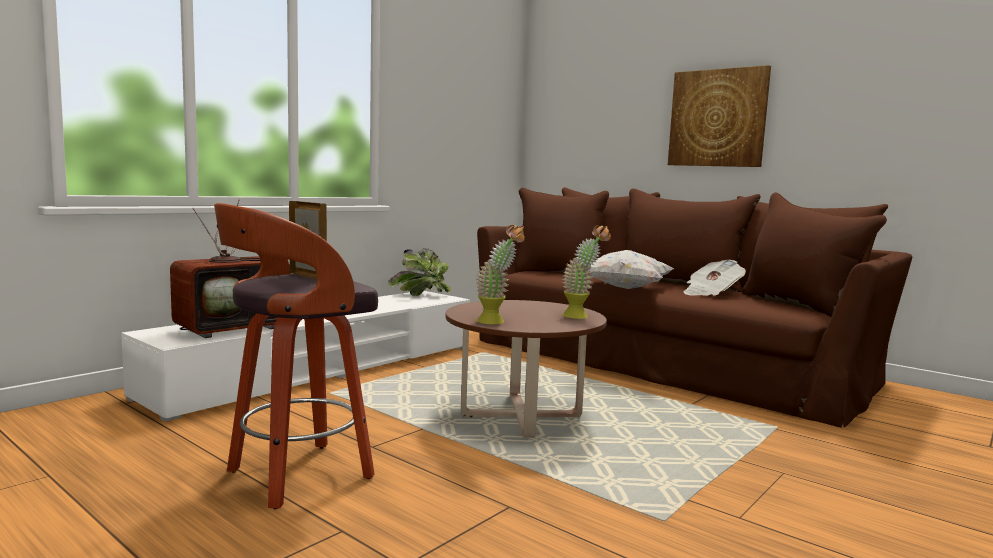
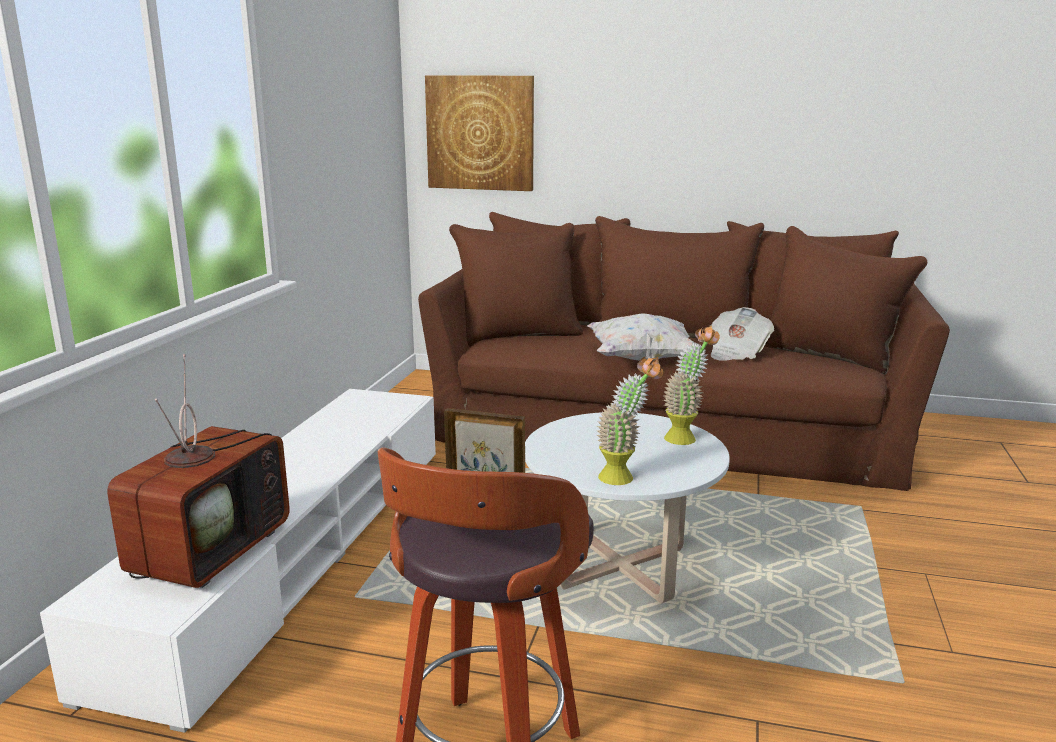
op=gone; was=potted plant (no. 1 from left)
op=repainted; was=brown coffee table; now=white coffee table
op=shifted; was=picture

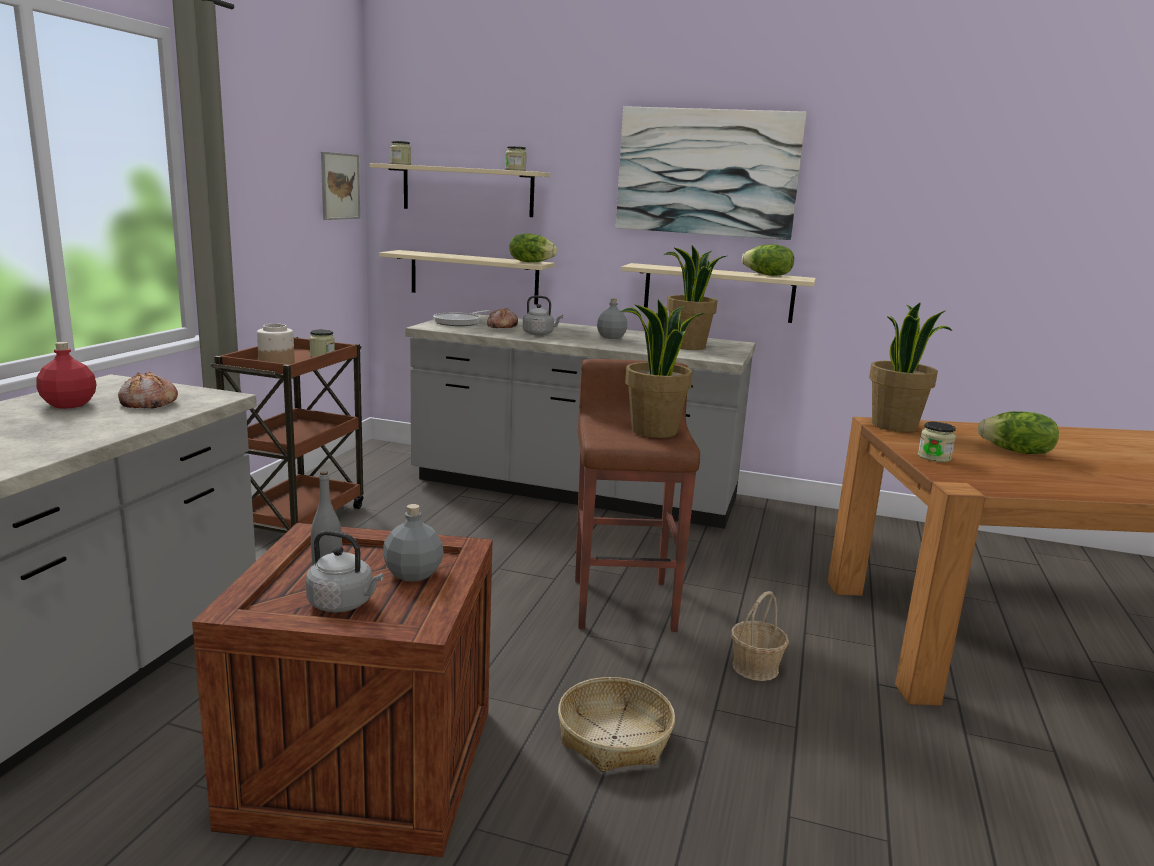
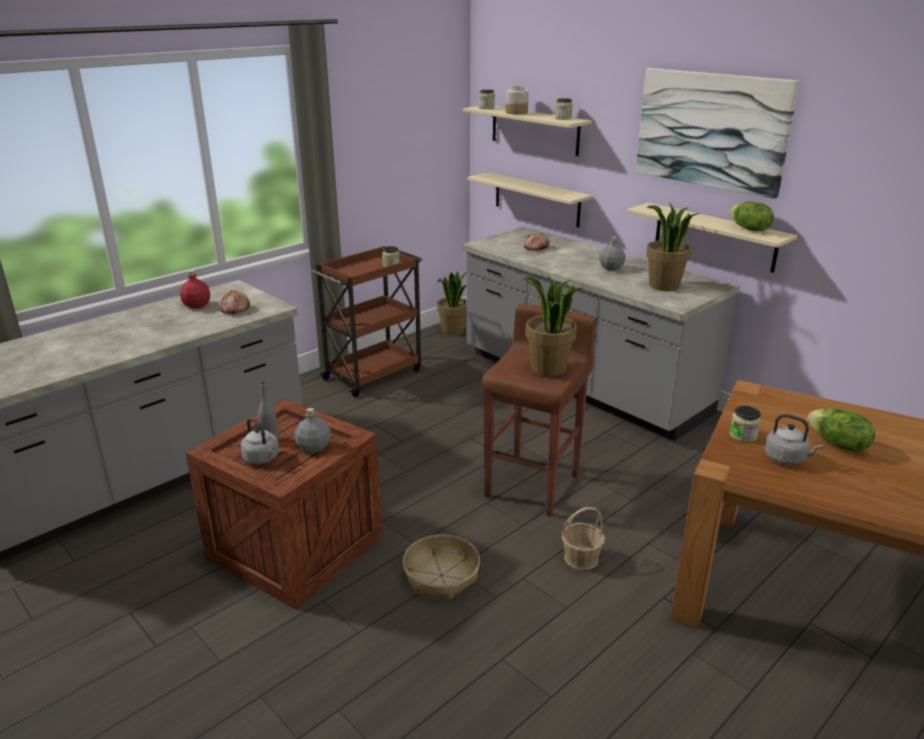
op=shifted; was=jar (no. 1 from left in the first image); now=jar (no. 3 from left)
op=gone; was=picture (no. 1 from left)
op=gone; was=frying pan
op=gone; was=lettuce (no. 1 from left)
op=shifted; was=grey kettle (no. 2 from left)
op=shifted; was=potted plant (no. 3 from left in the first image); now=potted plant (no. 1 from left)

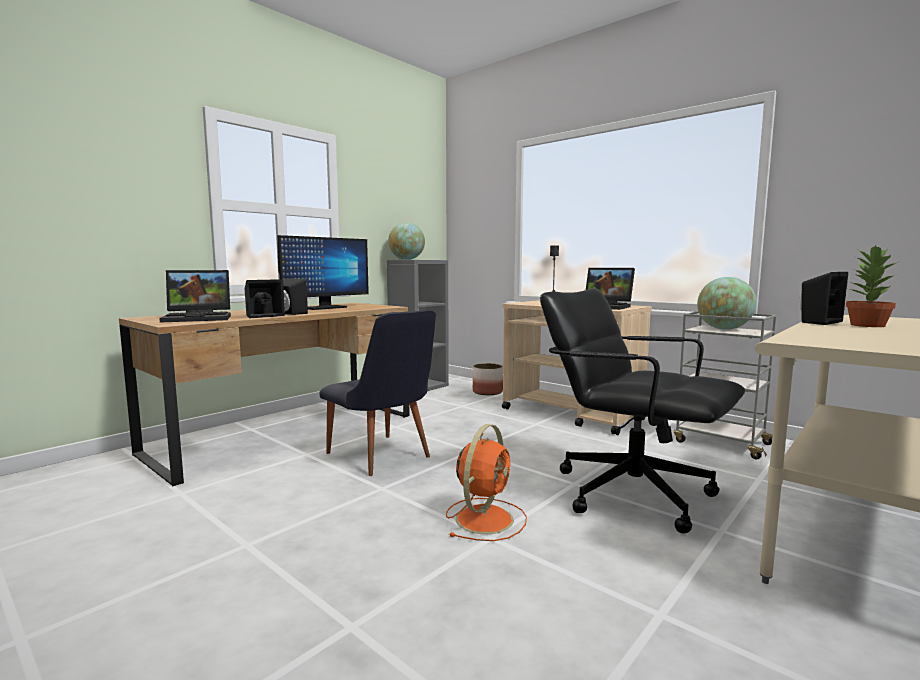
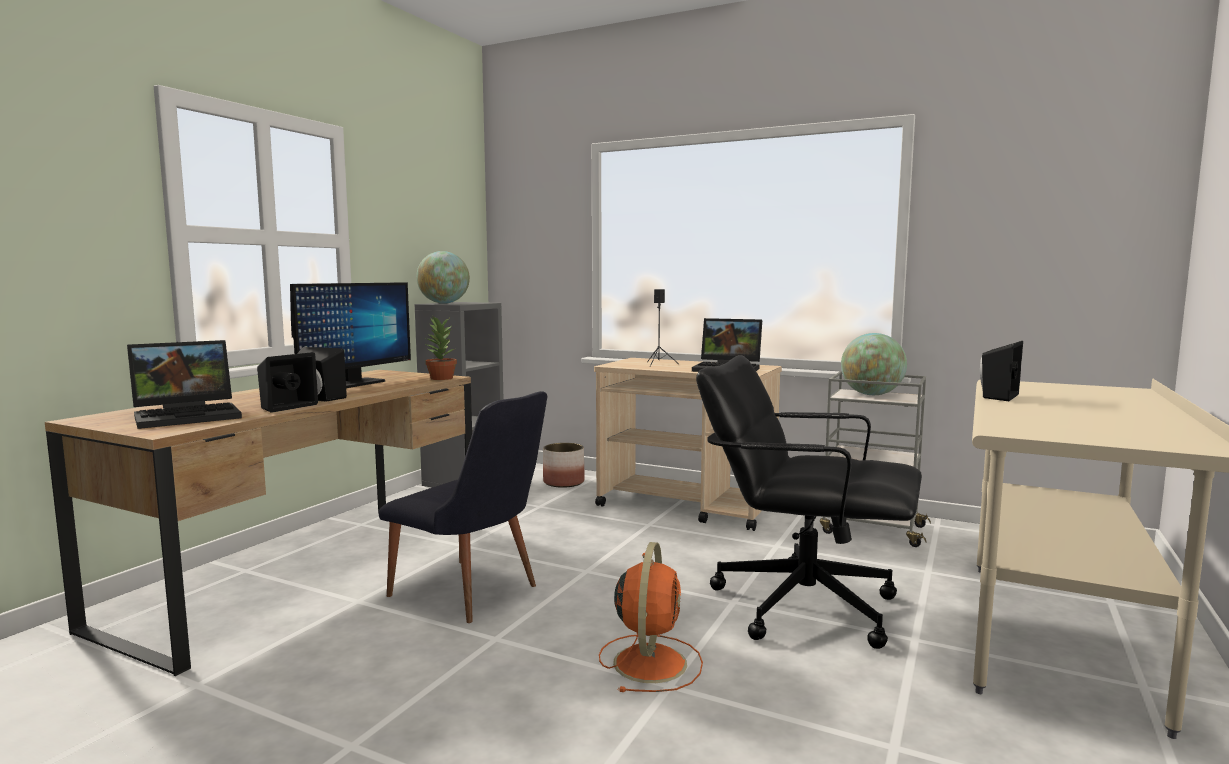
op=shifted; was=potted plant

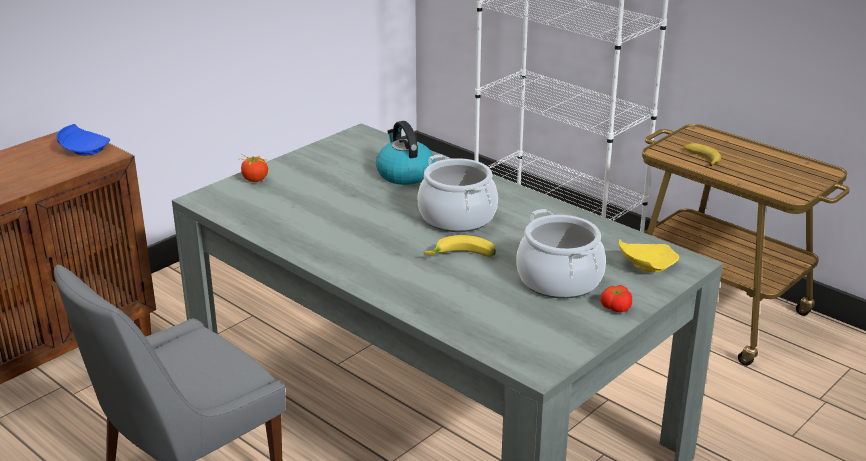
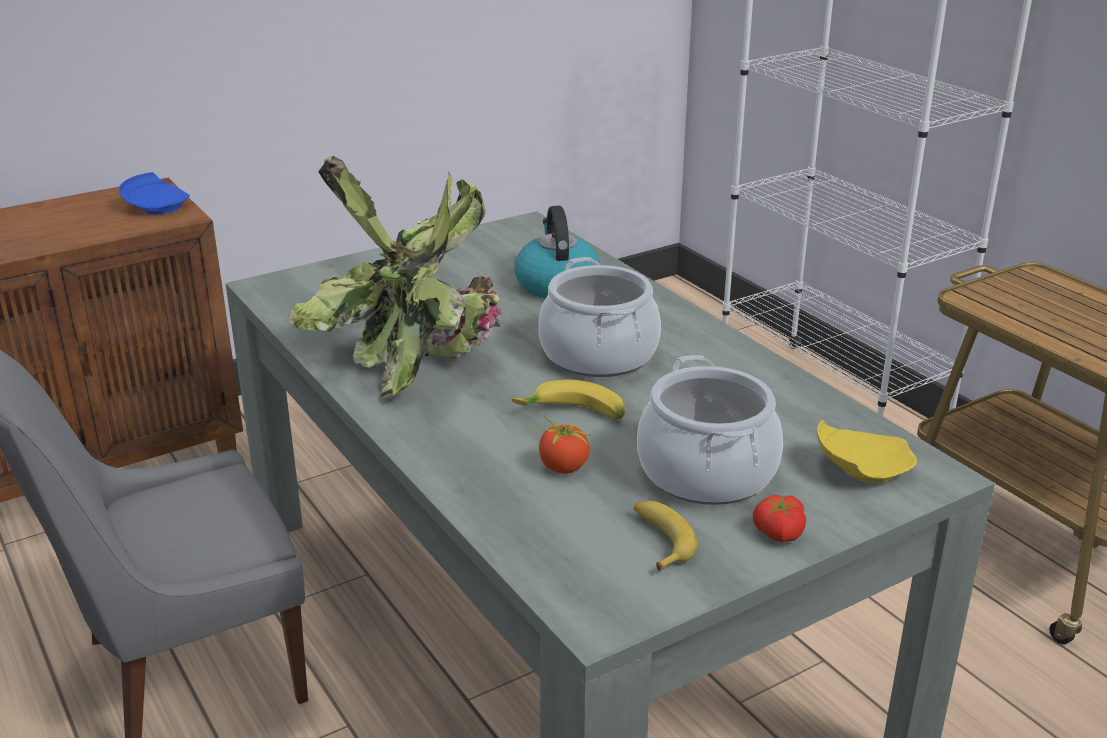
op=shifted; was=tomato (no. 1 from left)
op=shifted; was=banana (no. 2 from left)
op=new; now=potted plant

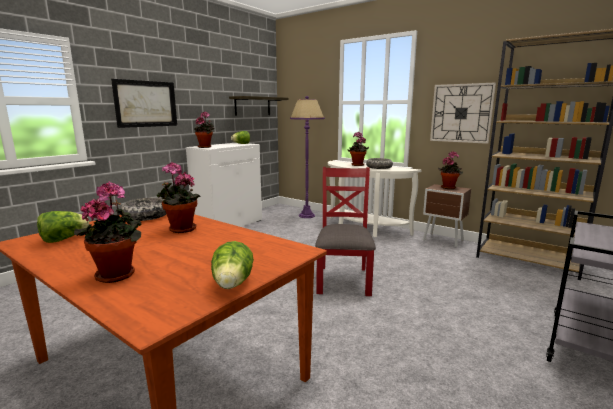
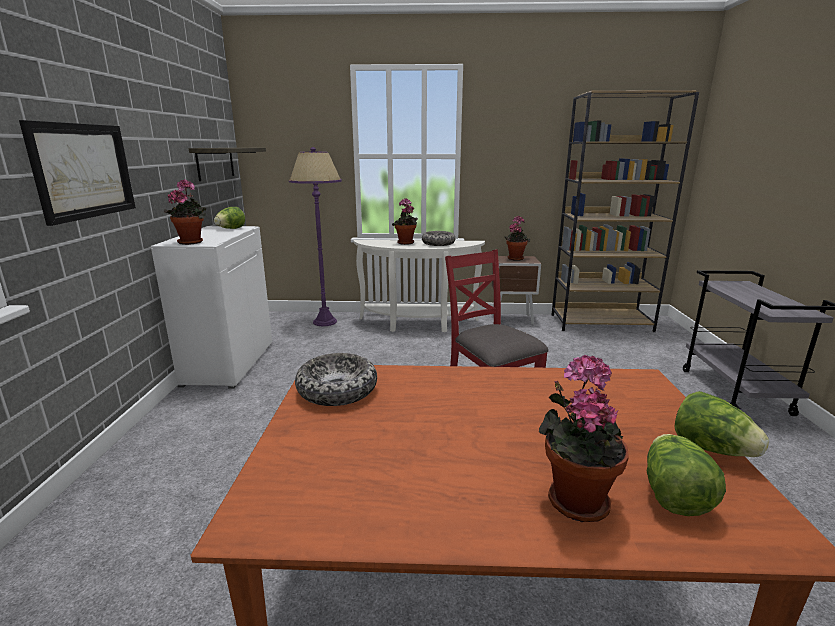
op=shifted; was=lettuce (no. 1 from left in the first image); now=lettuce (no. 2 from left)
op=gone; was=potted plant (no. 2 from left)
op=gone; was=wall clock

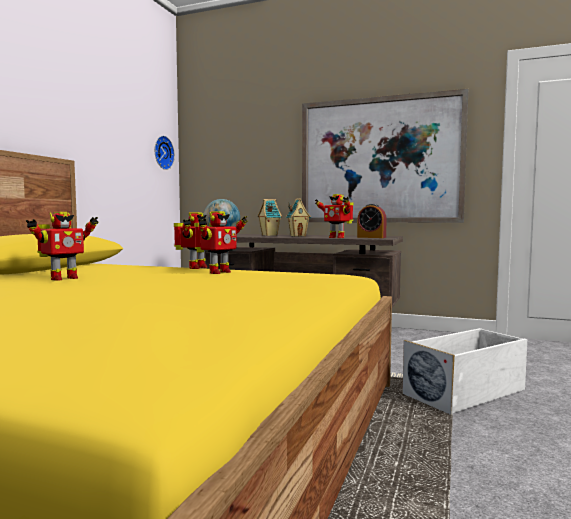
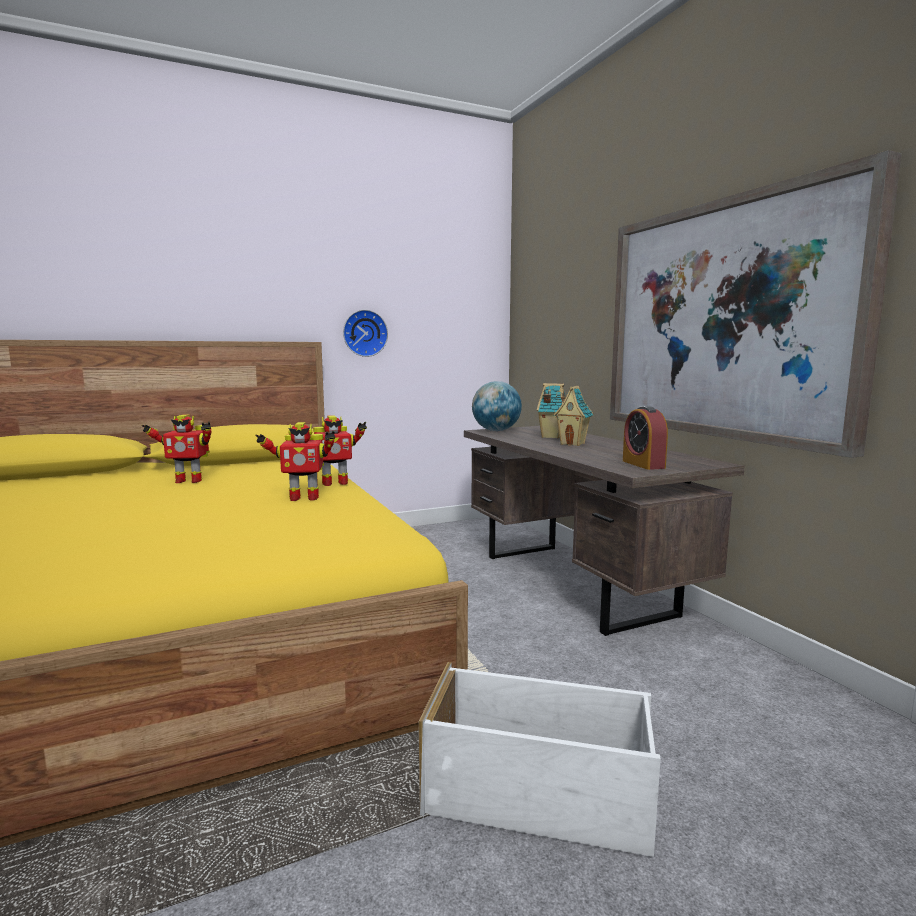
op=shifted; was=wall clock
op=gone; was=toy robot (no. 4 from left)

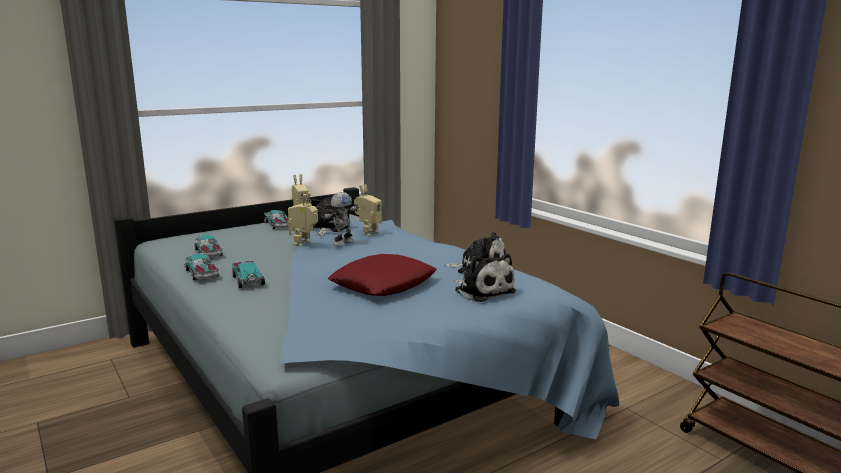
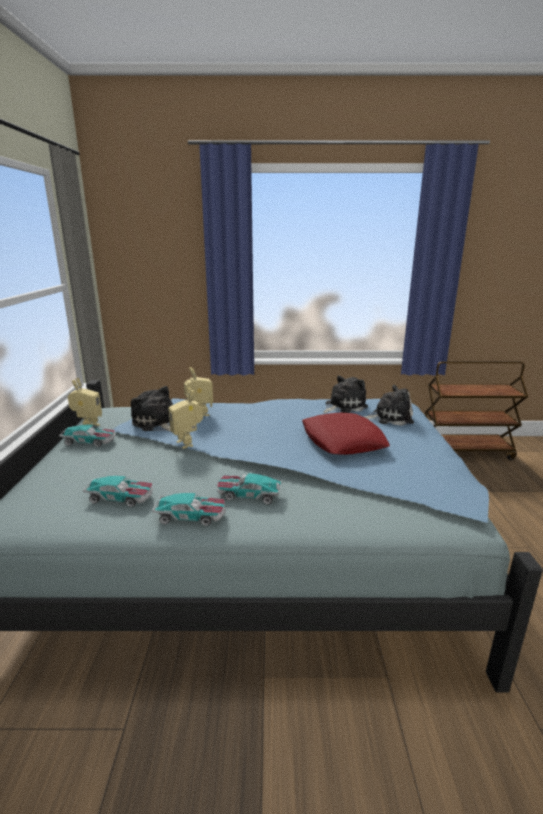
op=gone; was=toy robot (no. 3 from left)

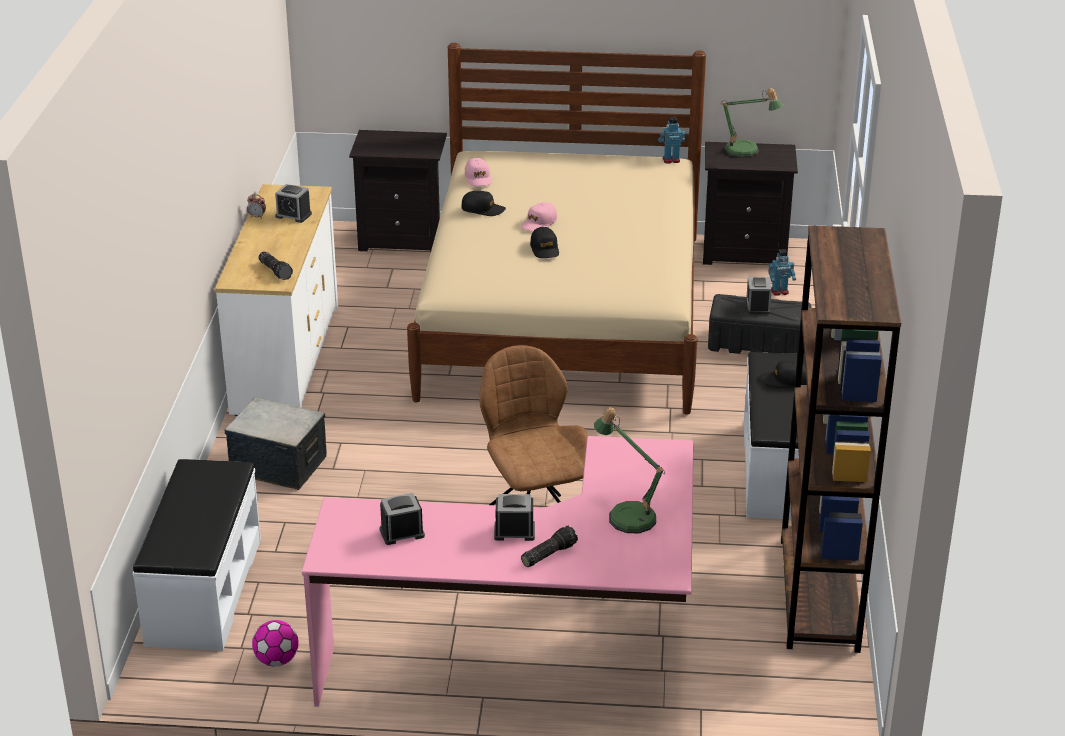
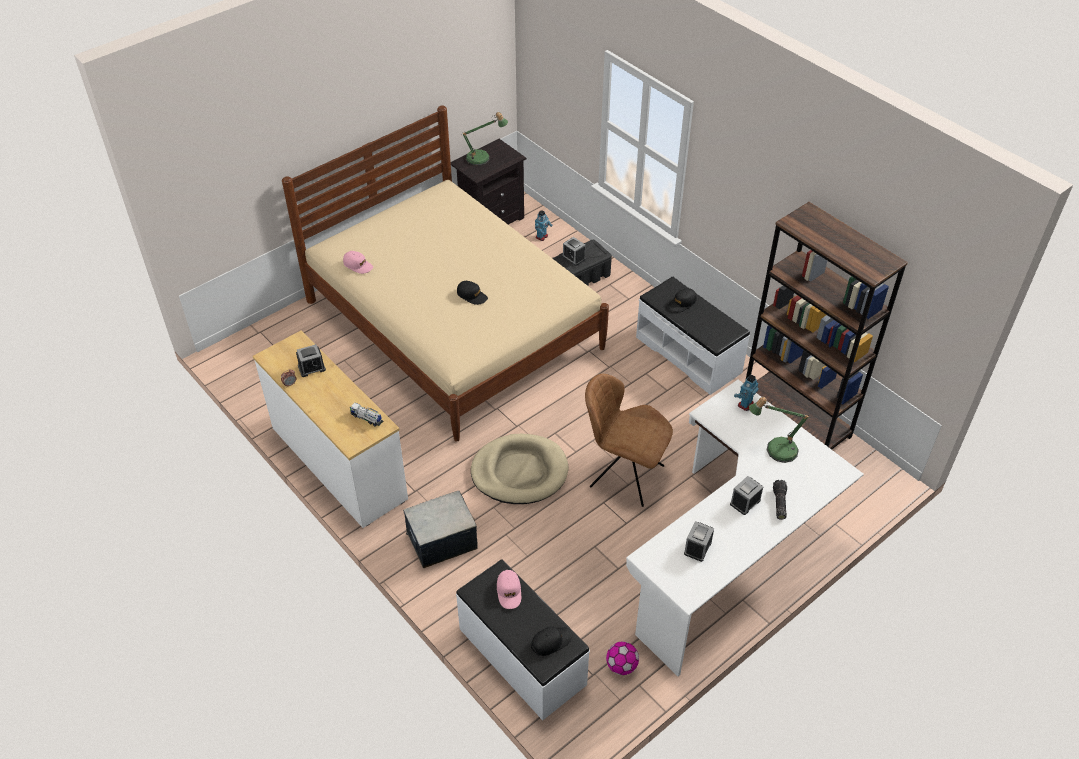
op=swapped; was=flashlight (no. 1 from left); now=toy truck
op=repainted; was=pink desk; now=white desk
op=gone; was=black nightstand (no. 1 from left)
op=shifted; was=black cap (no. 1 from left in the first image); now=black cap (no. 2 from left)
op=shifted; was=pink cap (no. 2 from left)
op=shifted; was=toy robot (no. 1 from left in the first image); now=toy robot (no. 2 from left)
op=new; now=beige dog bed

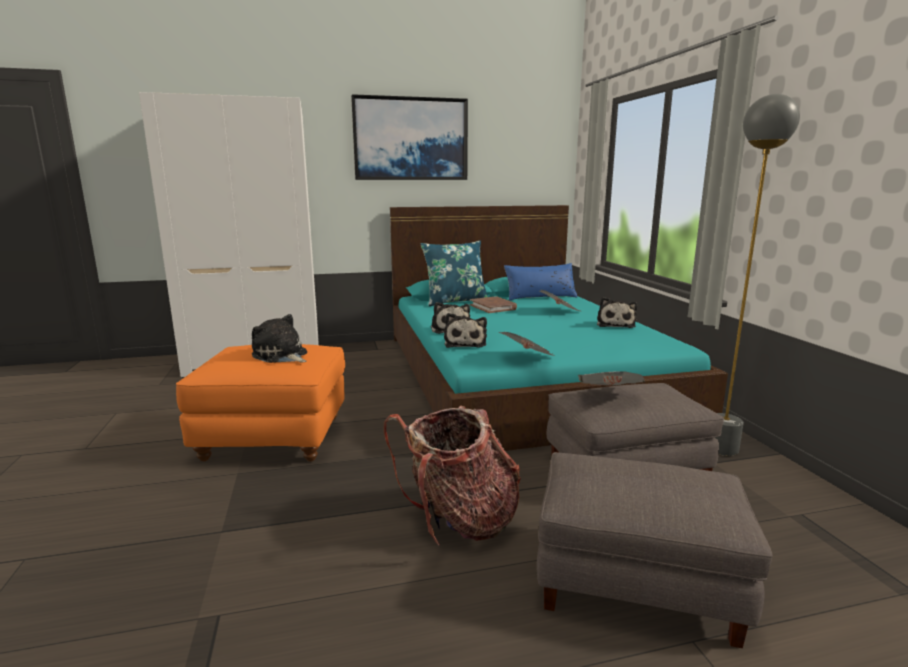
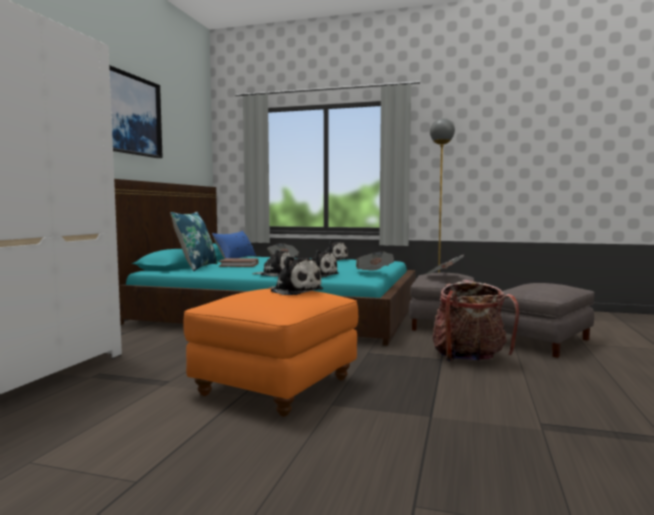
op=rotated; was=plush toy (no. 1 from left in the first image); clockwise=-120

